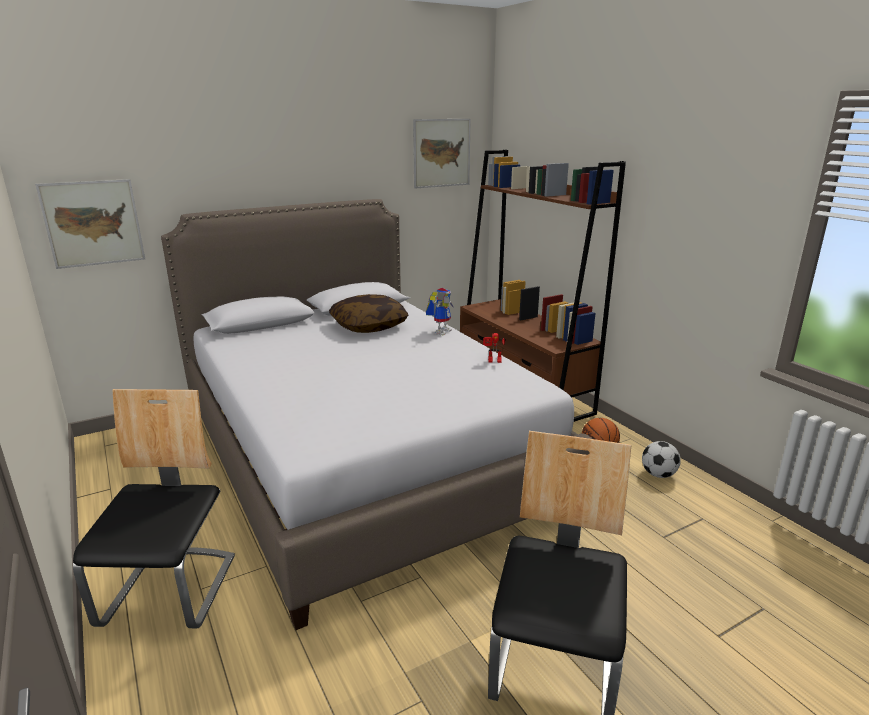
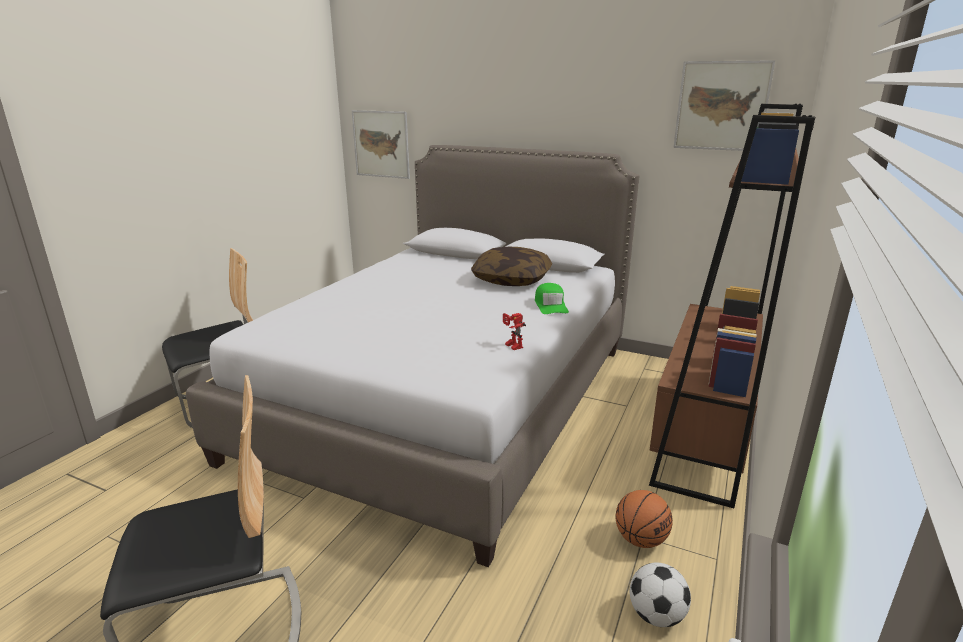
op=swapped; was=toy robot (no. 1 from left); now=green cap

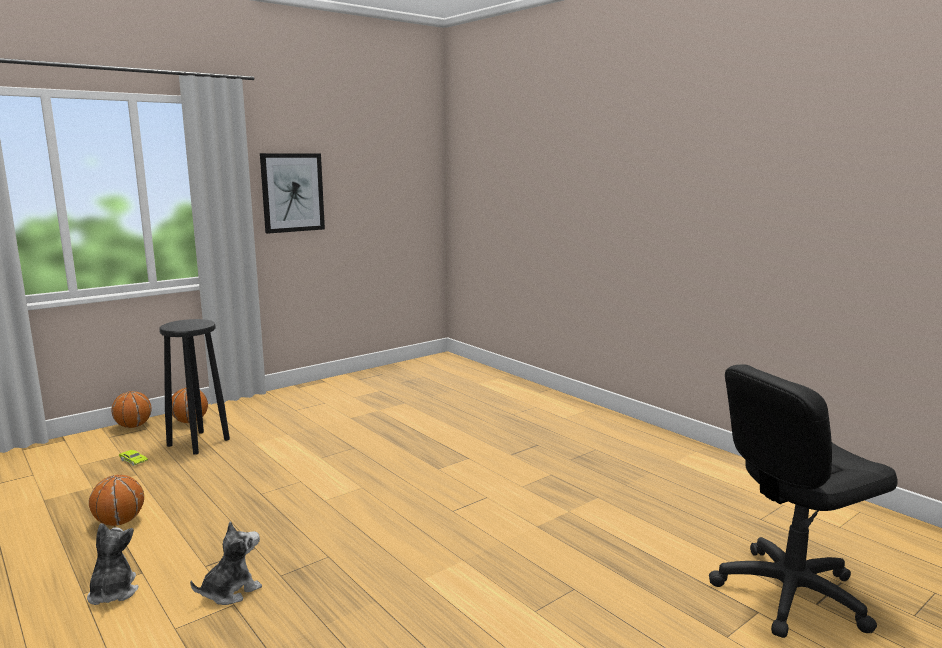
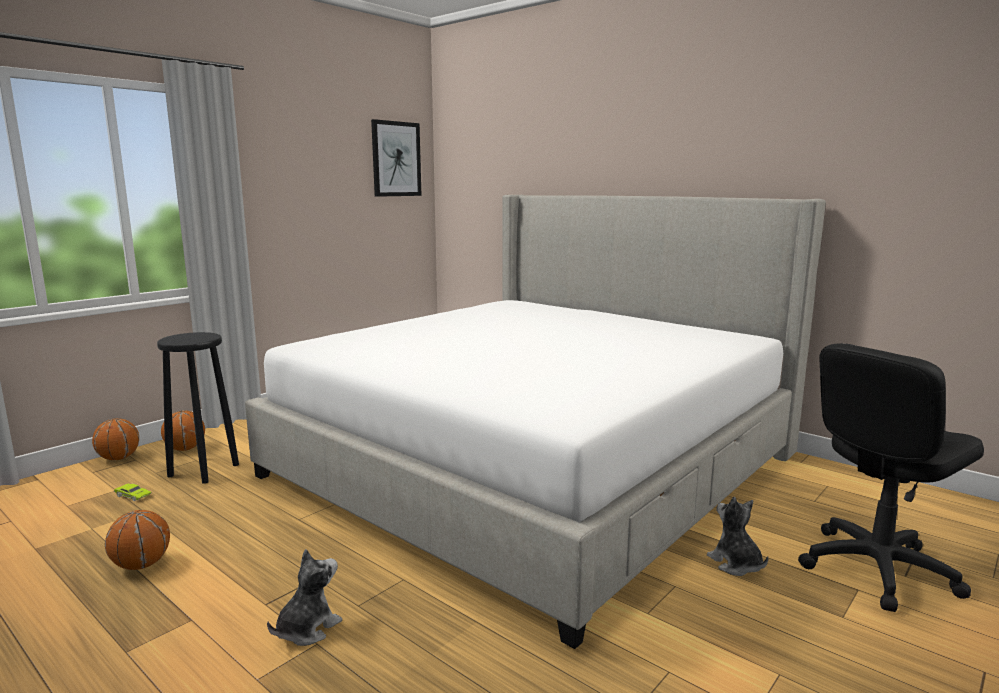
op=shifted; was=plush toy (no. 1 from left in the first image); now=plush toy (no. 2 from left)
op=shifted; was=picture
op=new; now=bed

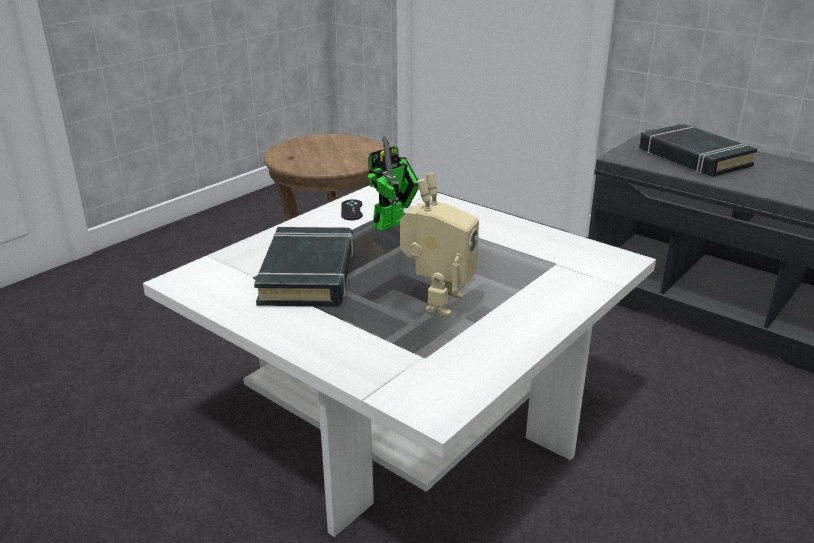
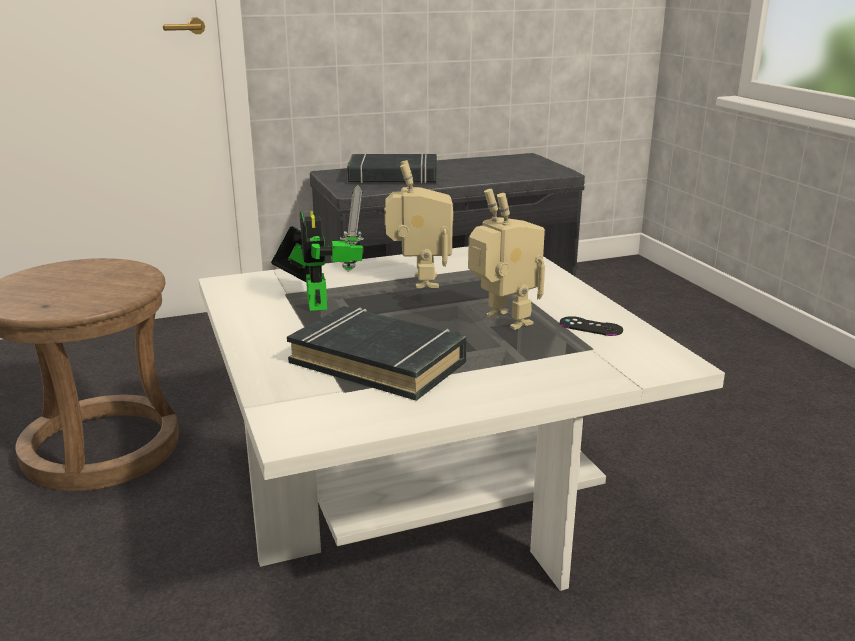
op=shifted; was=black game controller
op=new; now=toy robot (no. 2 from left)

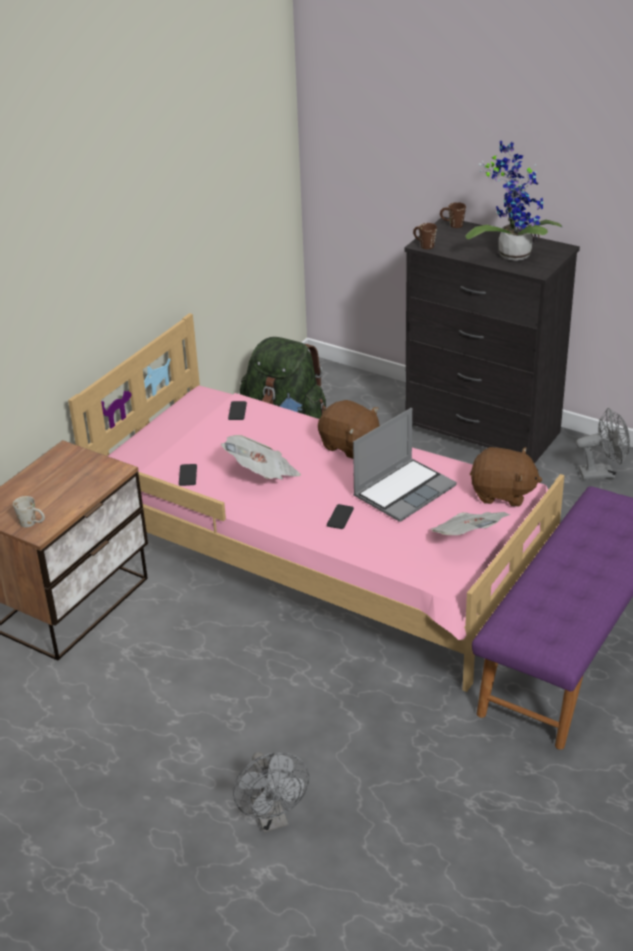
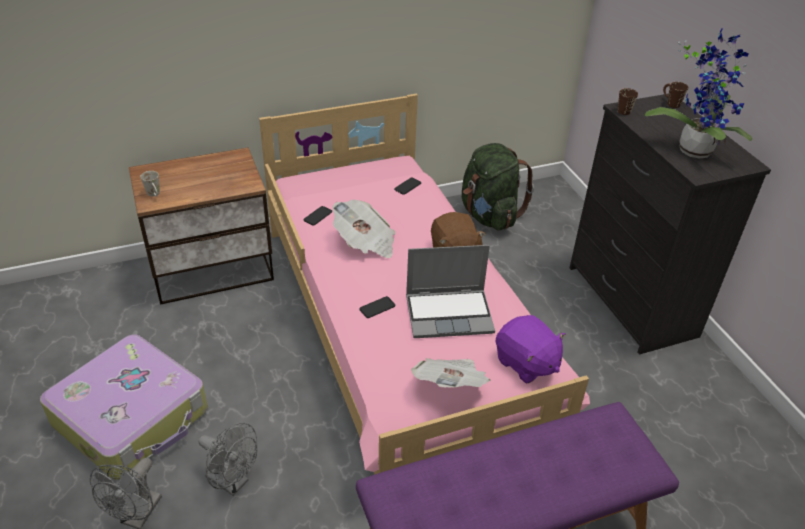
op=repainted; was=brown plush toy (no. 2 from left); now=purple plush toy
op=shifted; was=grey fan (no. 2 from left)
op=new; now=suitcase

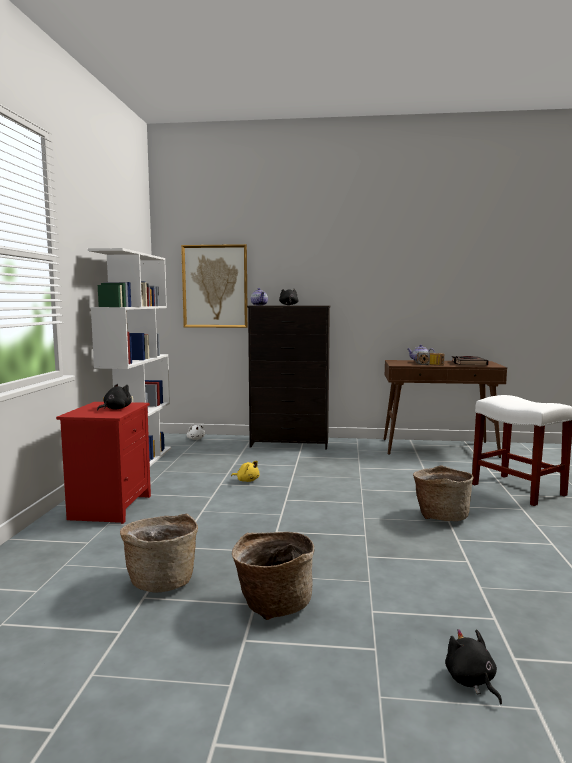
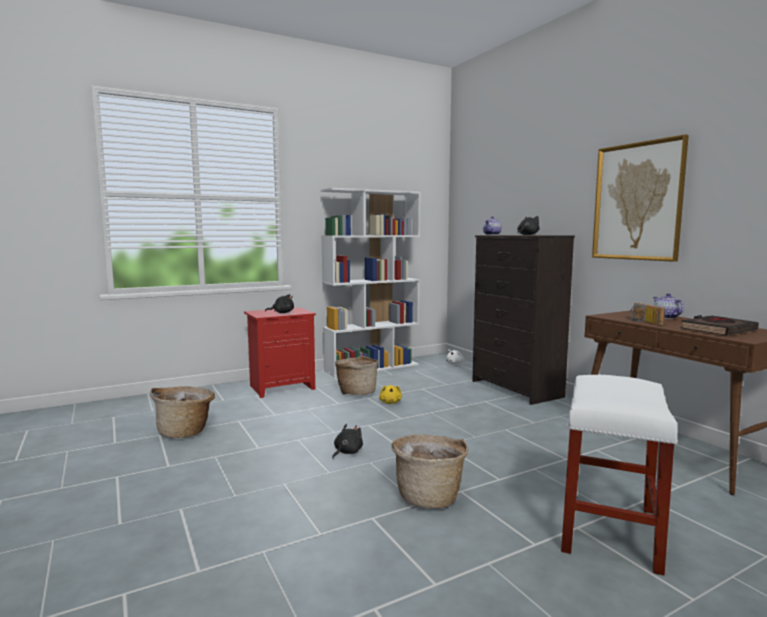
op=shifted; was=picture
op=shifted; was=basket (no. 2 from left)
op=shifted; was=black plush toy (no. 3 from left in the first image); now=black plush toy (no. 2 from left)

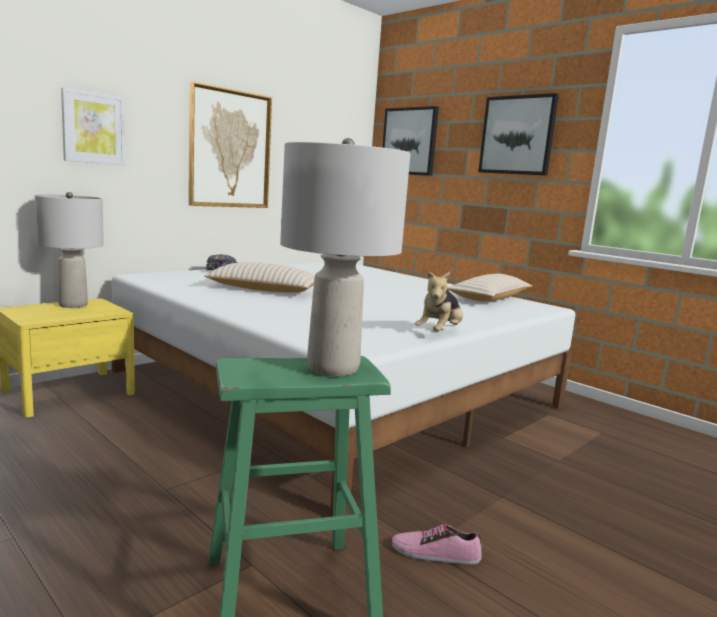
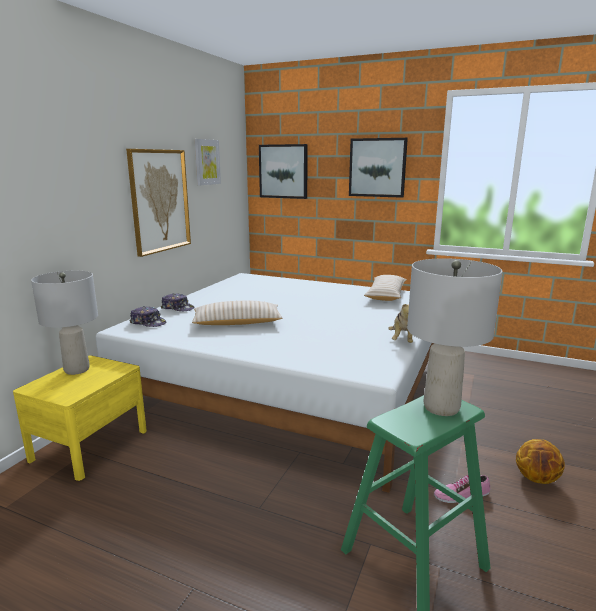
op=shifted; was=picture (no. 1 from left in the first image); now=picture (no. 2 from left)
op=new; now=cap (no. 1 from left)
op=new; now=basketball

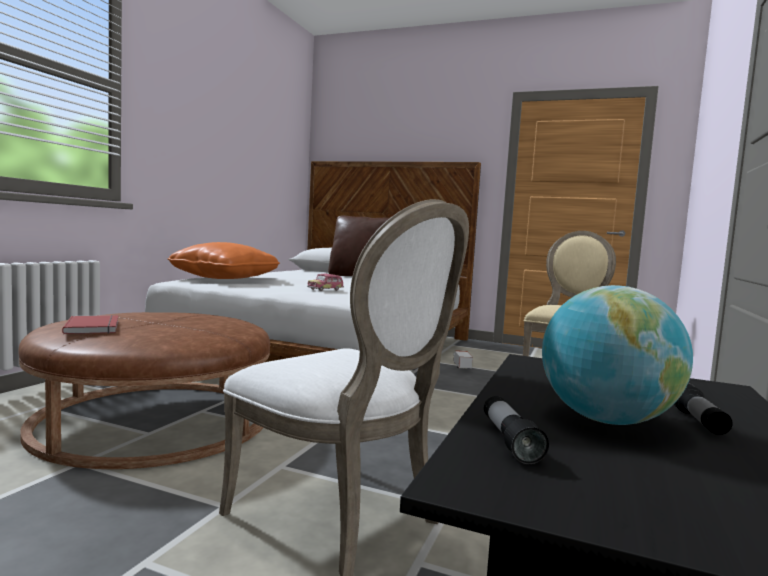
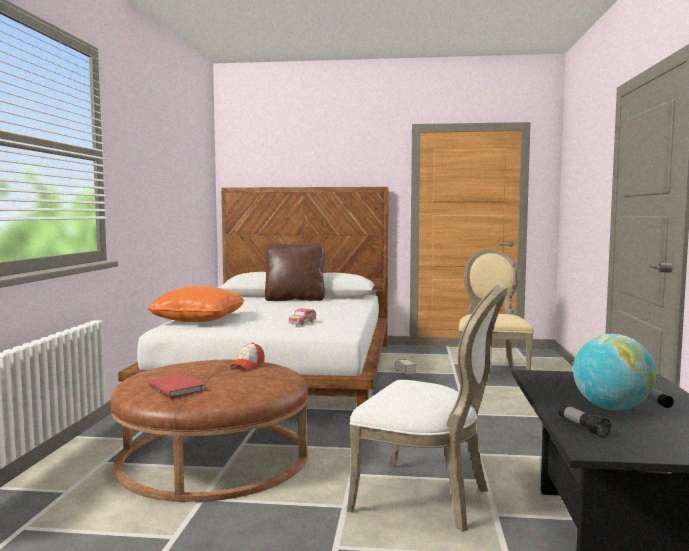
op=new; now=cap

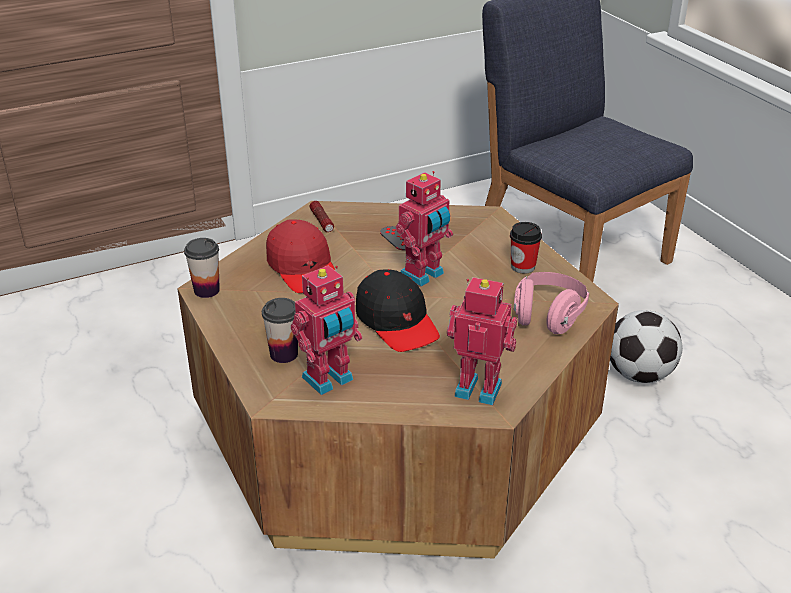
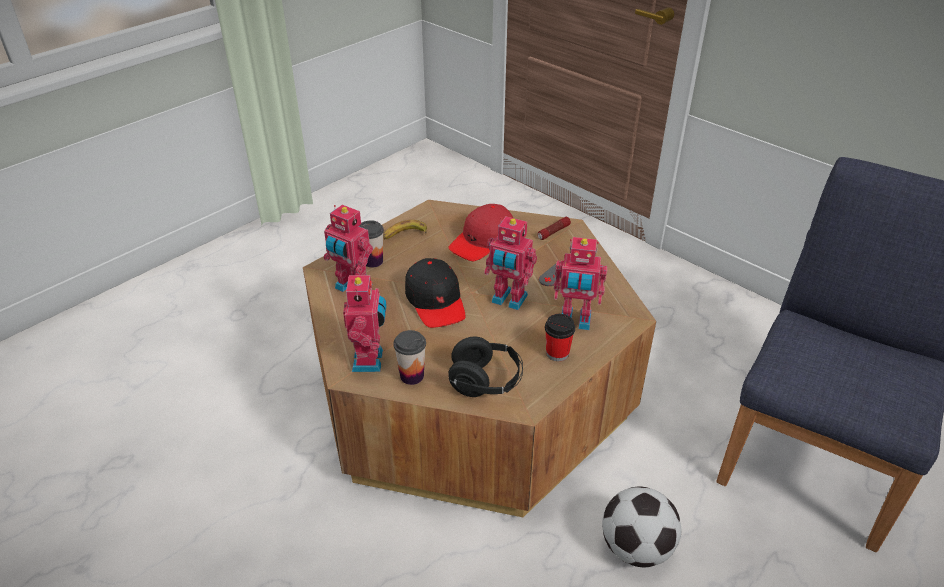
op=shifted; was=cup (no. 1 from left in the first image); now=cup (no. 2 from left)
op=rotated; was=black cap; clockwise=-60
op=repainted; was=pink headphones; now=black headphones
op=new; now=banana
op=new; now=toy robot (no. 4 from left)

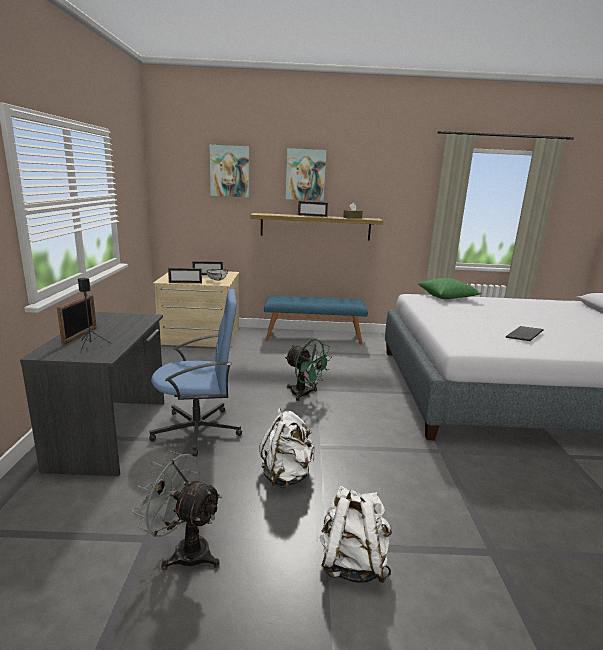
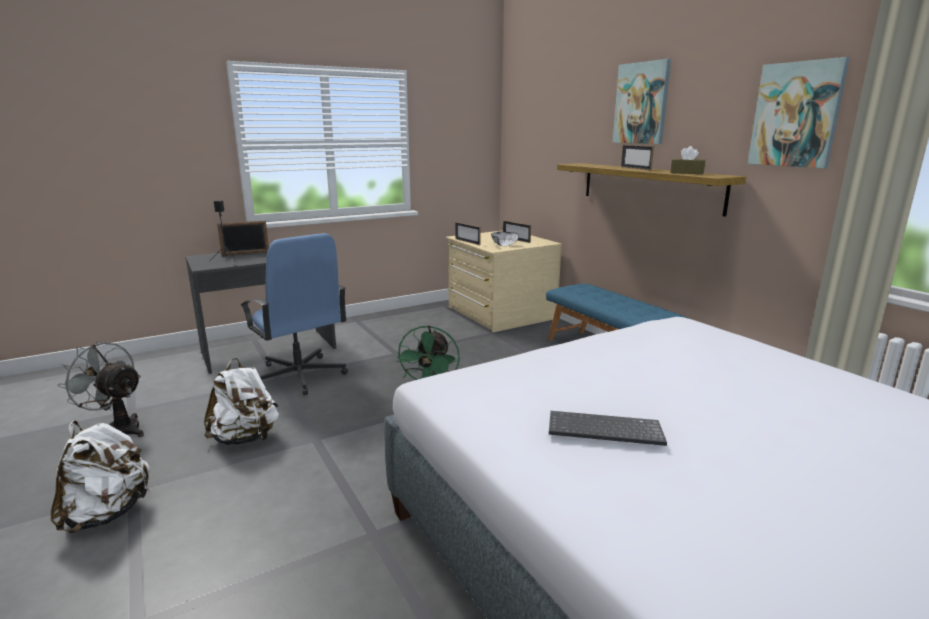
op=rotated; was=grey fan; clockwise=-60
op=shifted; was=picture (no. 1 from left in the first image); now=picture (no. 2 from left)
op=gone; was=green pillow

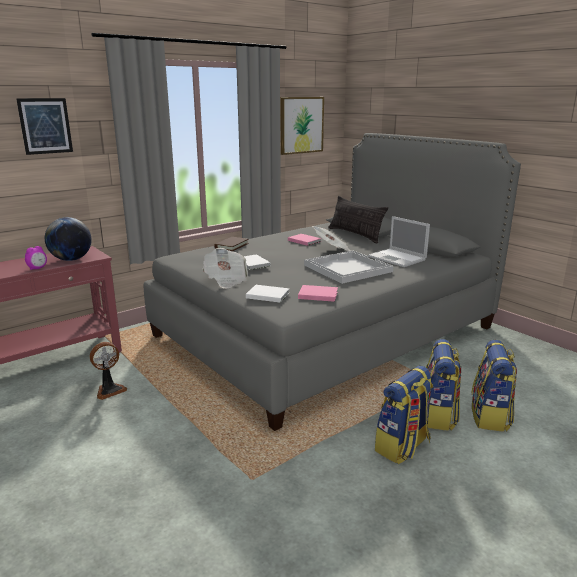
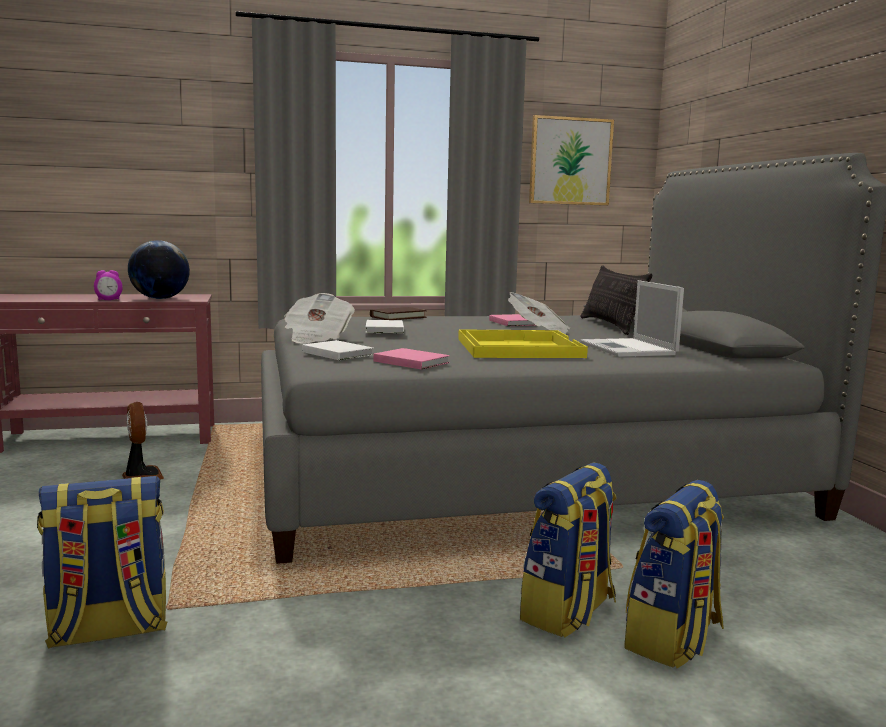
op=gone; was=picture (no. 1 from left)
op=rotated; was=fan; clockwise=-105
op=repainted; was=white tray; now=yellow tray
op=shifted; was=backpack (no. 1 from left)

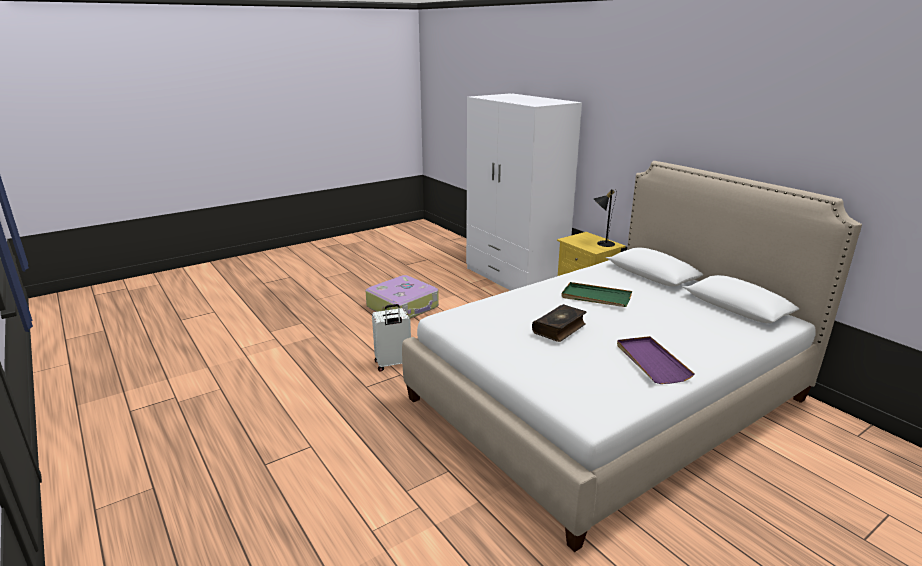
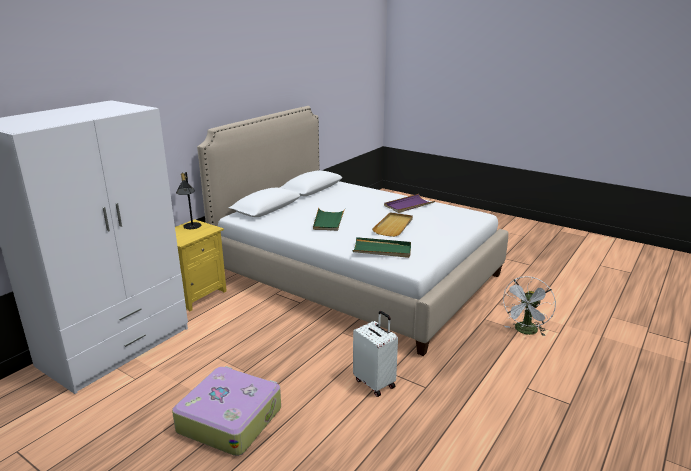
op=swapped; was=book; now=beige tray
op=new; now=green tray (no. 2 from left)
op=new; now=white fan

